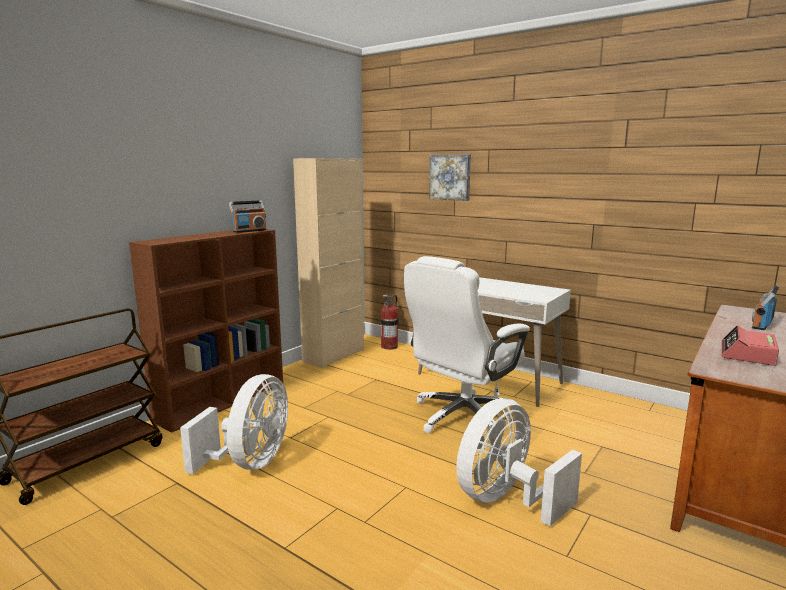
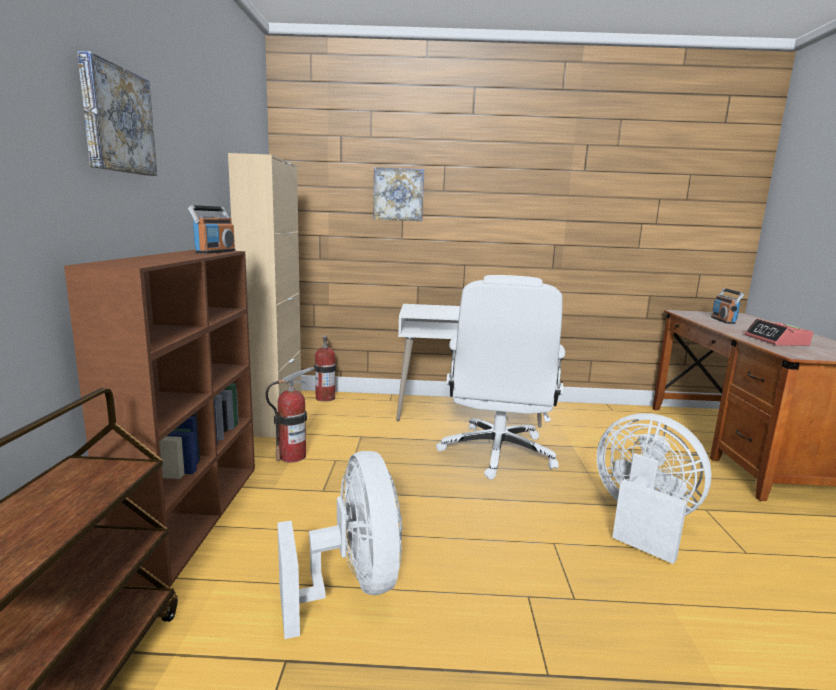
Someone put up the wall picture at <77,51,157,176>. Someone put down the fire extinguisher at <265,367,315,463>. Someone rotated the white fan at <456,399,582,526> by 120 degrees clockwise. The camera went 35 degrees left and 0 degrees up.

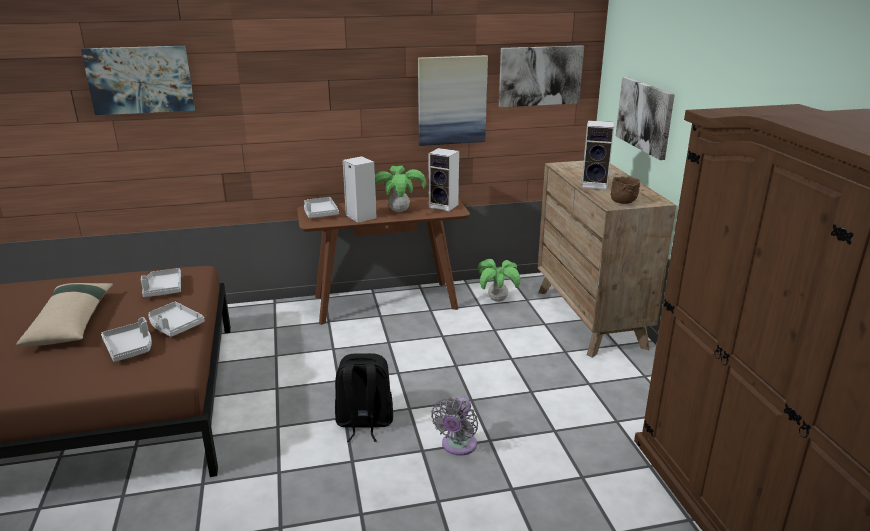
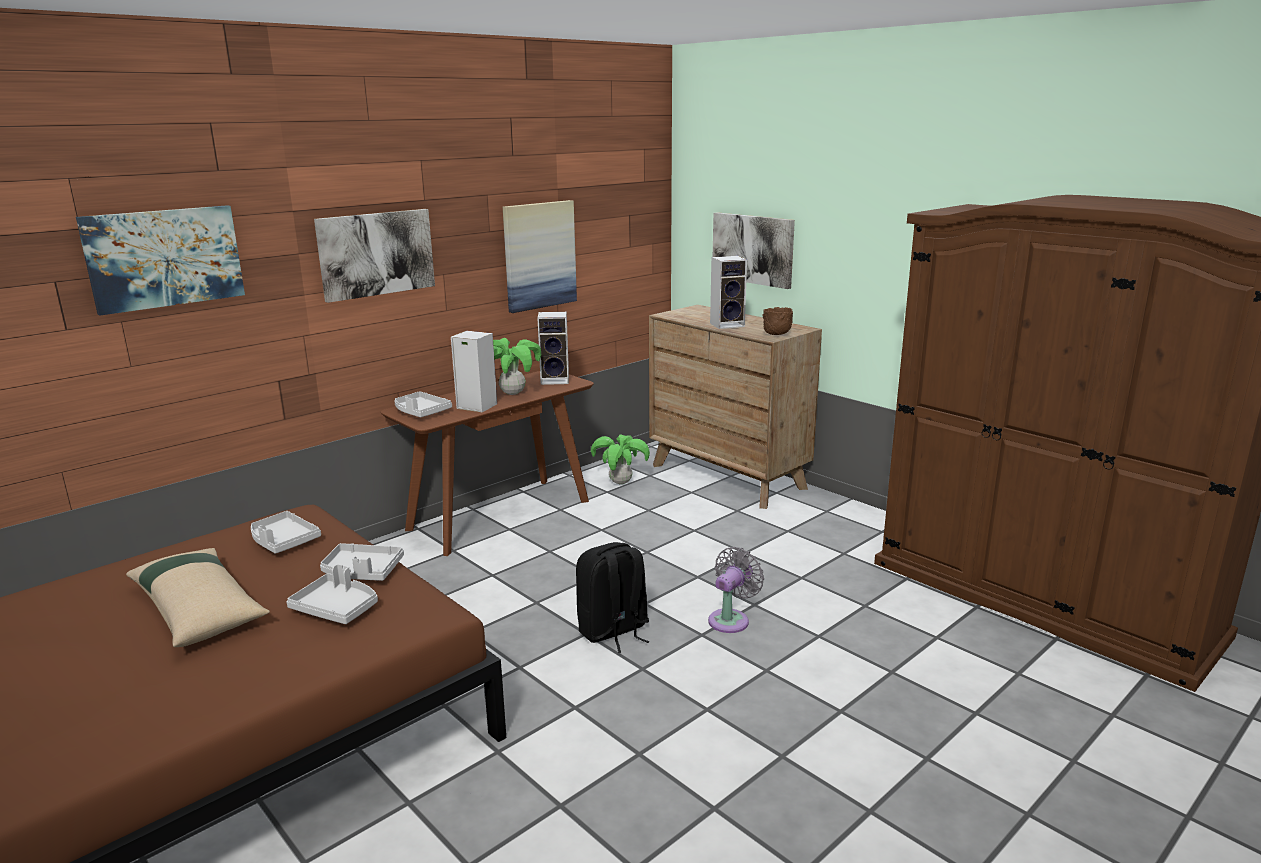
Someone carried the wall picture from <499,45,584,107> to <314,209,435,303>. Someone rotated the greyish fan at <431,397,478,456> by 135 degrees counterclockwise. The camera went 30 degrees left and 5 degrees down.

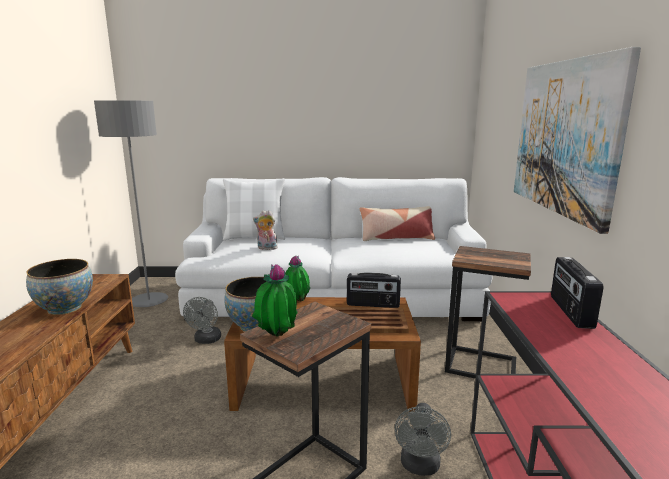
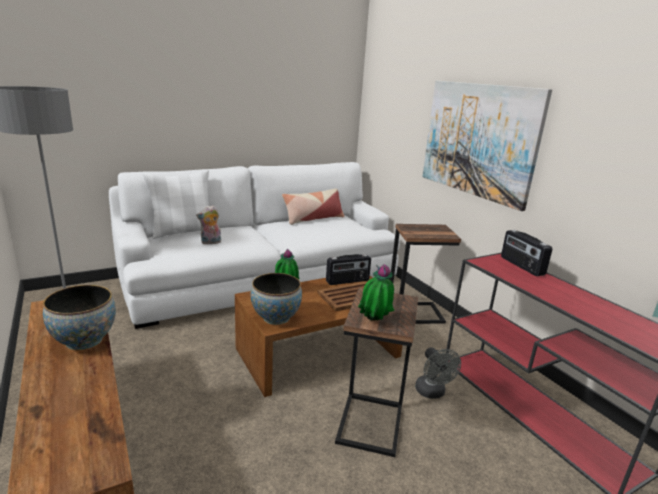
Someone took away the greyish fan at <183,297,221,344>. The camera went 30 degrees left and 5 degrees up.

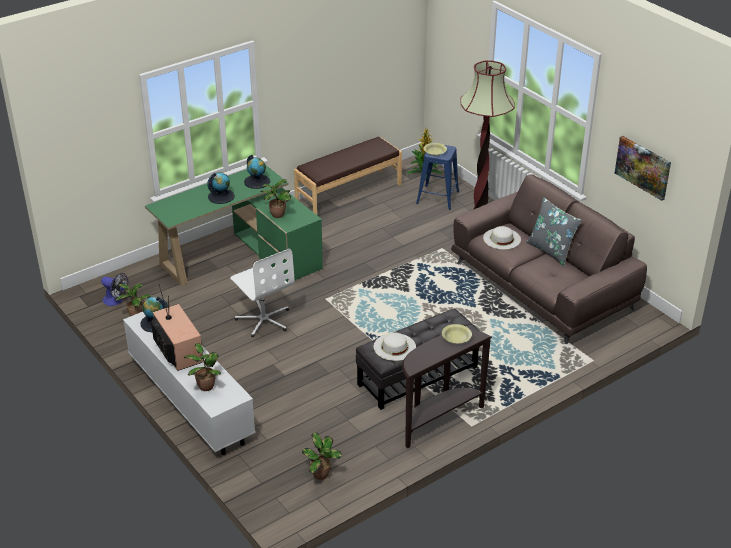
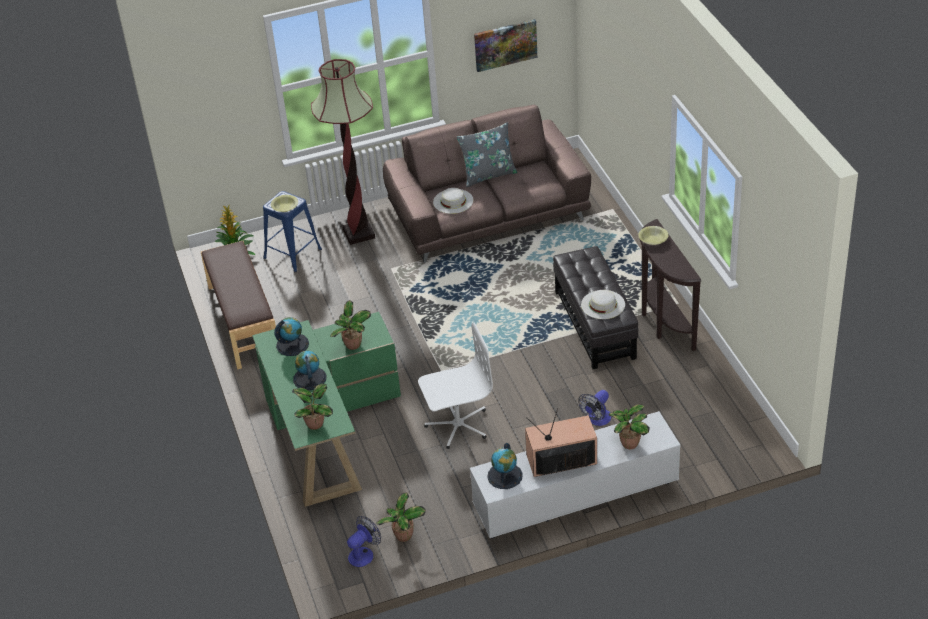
Someone carried the potted plant from <302,432,342,480> to <292,384,333,430>. Someone put down the fan at <578,390,611,426>. The camera went 70 degrees left and 5 degrees up.

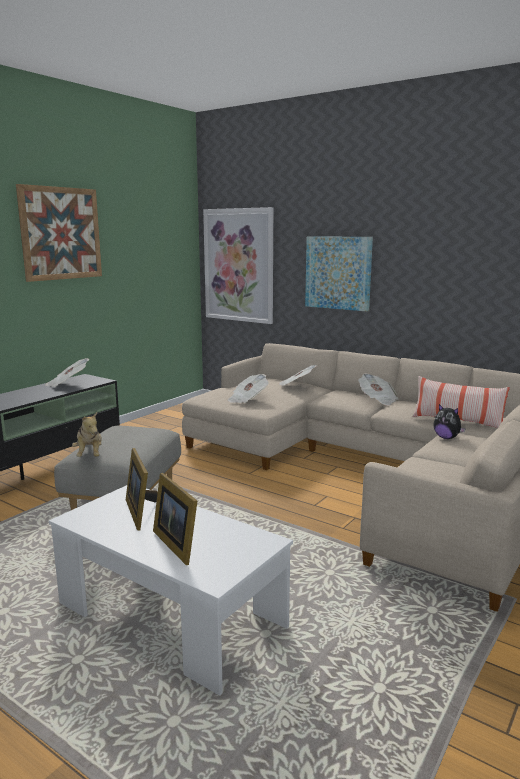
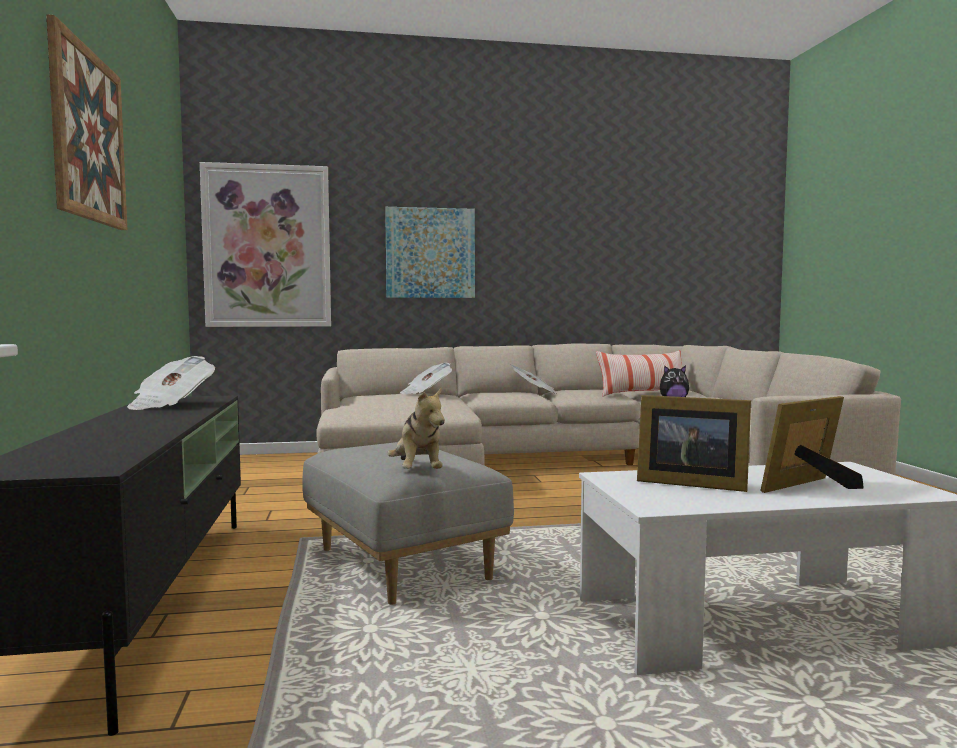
Someone rotated the plush toy at <72,412,102,457> by 45 degrees clockwise. Someone rotated the standing frame at <153,473,197,565> by 135 degrees clockwise. Someone took away the printed paper at <227,374,269,403>. The camera went 45 degrees left and 10 degrees down.

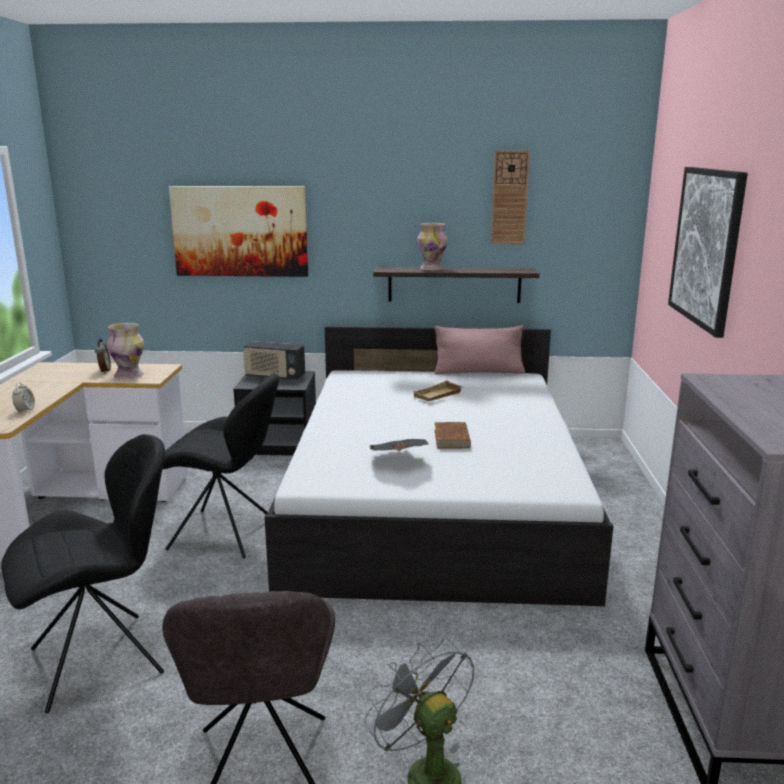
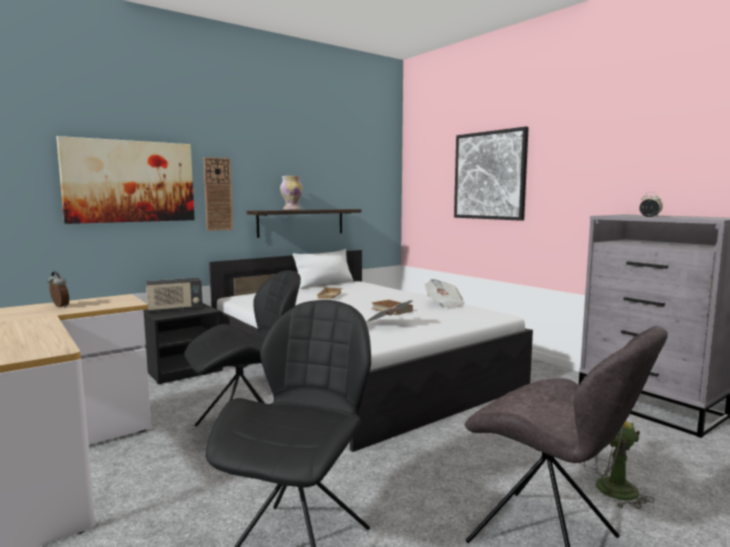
Someone carried the wall clock from <491,150,530,244> to <203,157,233,231>. Someone repainted the pinkish pillow at <434,325,525,374>, which became the white pillow at <293,249,353,289>. Someone put down the printed paper at <425,279,465,309>. Someone carried the table clock from <12,382,35,413> to <639,192,663,217>. Someone took away the decorative vase at <106,323,144,379>. The camera went 40 degrees left and 10 degrees down.

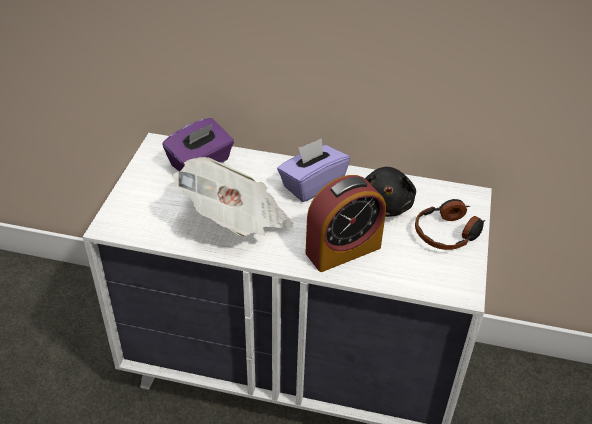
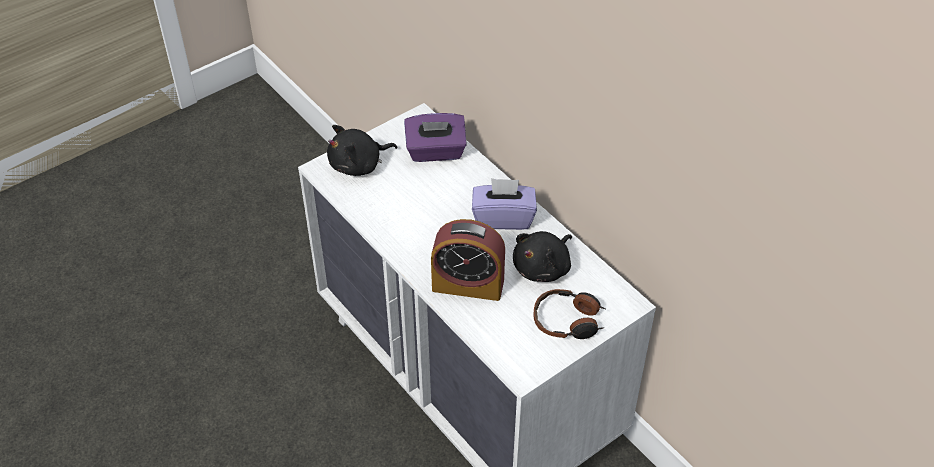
Someone put down the blackish plush toy at <327,125,397,176>. Someone took away the printed paper at <172,157,293,236>. The camera went 40 degrees right and 5 degrees up.

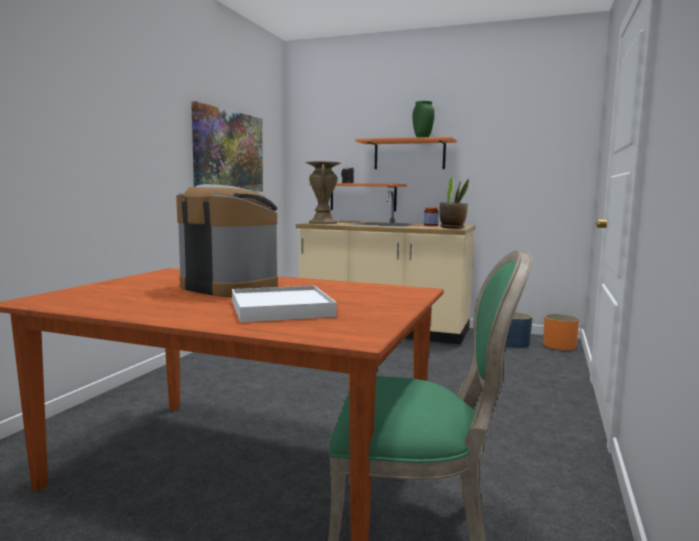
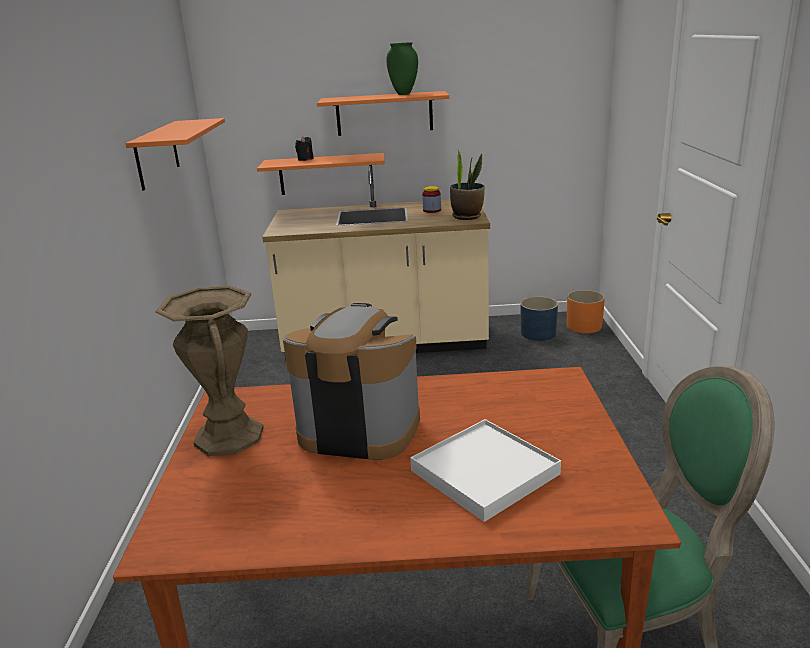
Someone swapped the wall picture at <191,101,263,191> for the orange wall shelf at <125,118,225,190>. Someone carried the brown-coloured decorative vase from <306,161,341,224> to <155,285,264,456>. The camera went 20 degrees left and 15 degrees up.

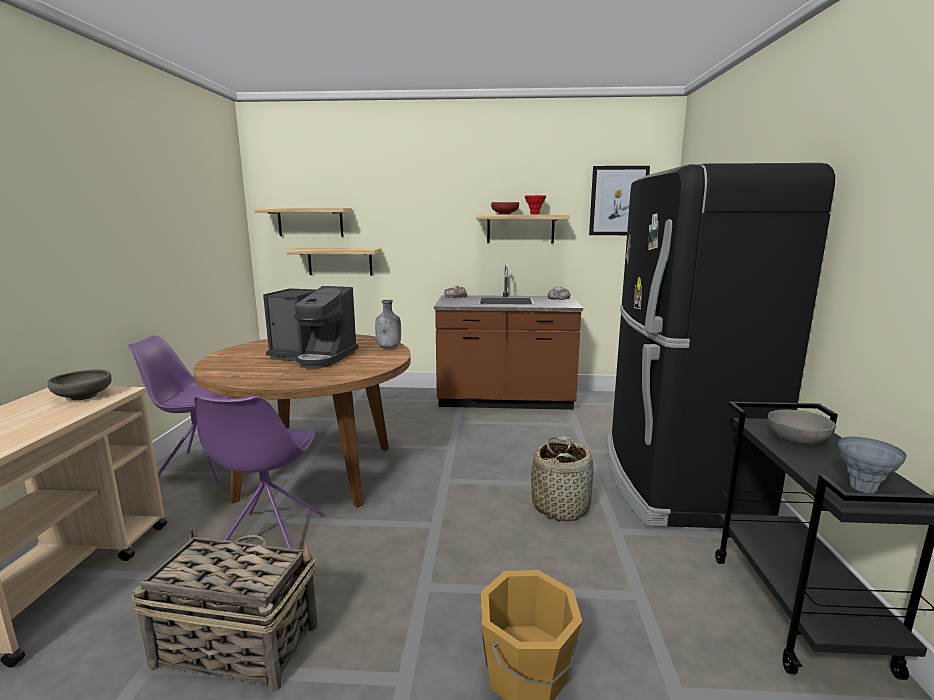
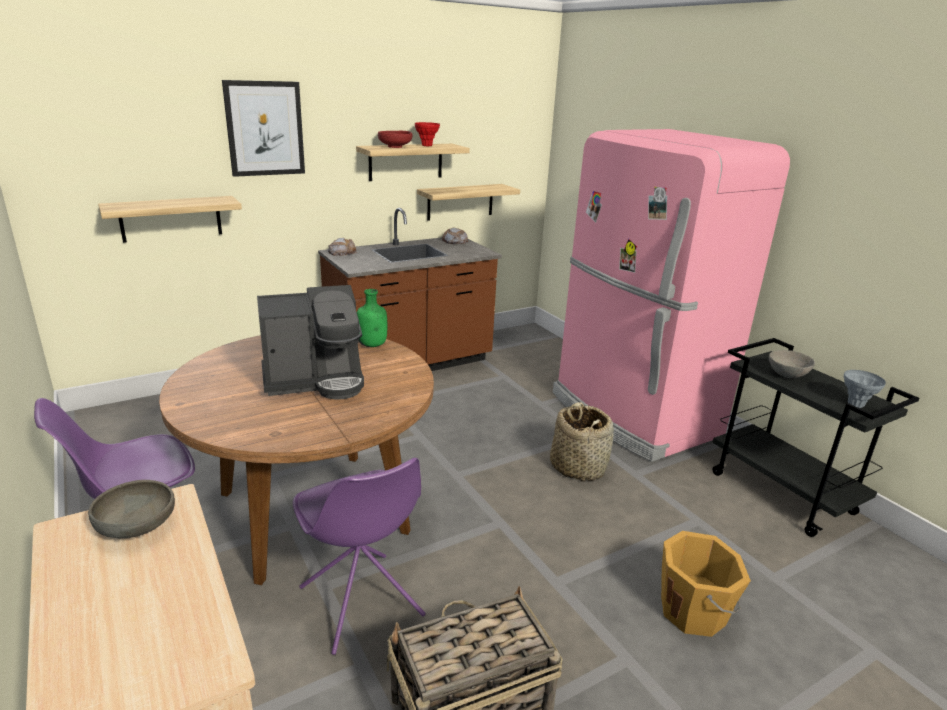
Someone carried the wall picture from <589,166,650,235> to <222,80,305,177>. Someone repainted the greyish beverage bottle at <375,300,401,348>, which became the green beverage bottle at <357,289,387,347>. Someone carried the wall shelf from <254,208,352,237> to <417,184,520,221>. Someone repainted the blackish fridge at <607,163,835,528>, which became the pinkish fridge at <553,129,790,462>. The camera went 35 degrees left and 10 degrees up.

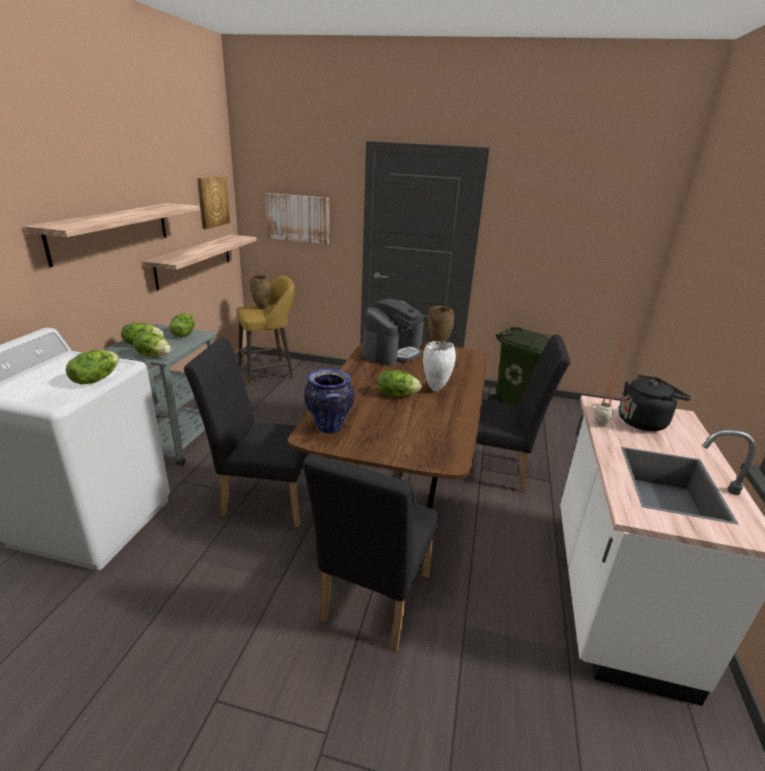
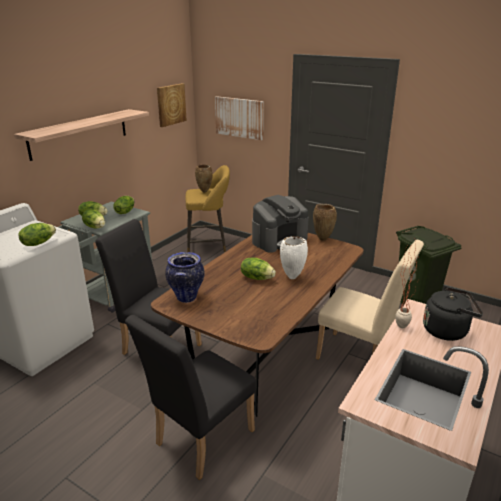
Someone repainted the blackish upright chair at <452,335,571,492>, which became the sand-coloured upright chair at <316,240,424,360>. Someone took away the wall shelf at <144,235,257,291>. The camera went 20 degrees right and 0 degrees up.

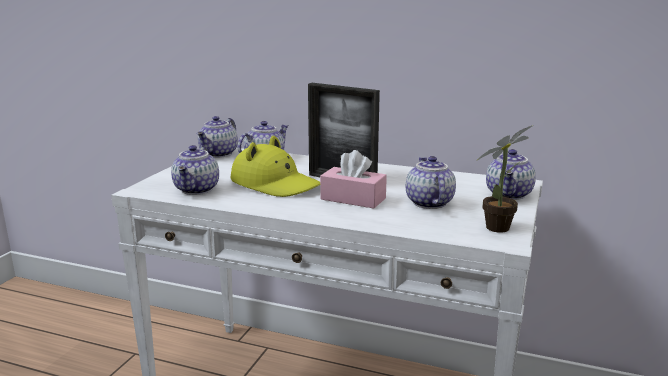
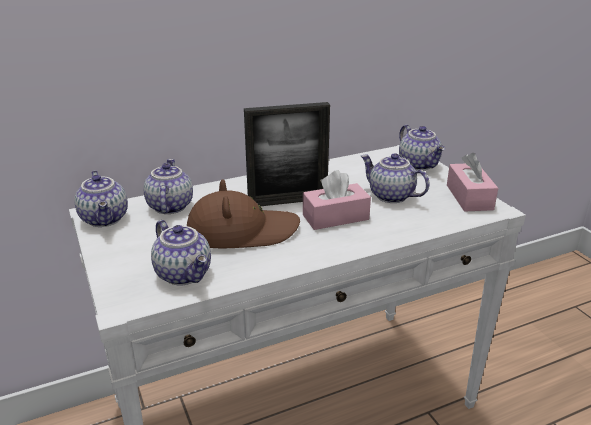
Someone repainted the yellowish clothing hat at <231,136,320,197>, which became the brown-coloured clothing hat at <187,179,300,248>. Someone swapped the potted plant at <476,125,533,233> for the pinkish box of tissues at <447,153,498,212>. The camera went 45 degrees left and 10 degrees up.

